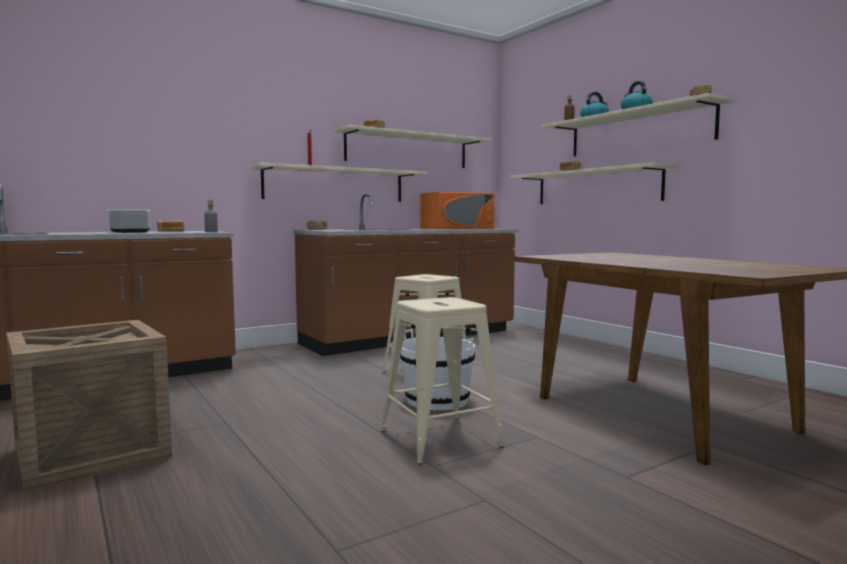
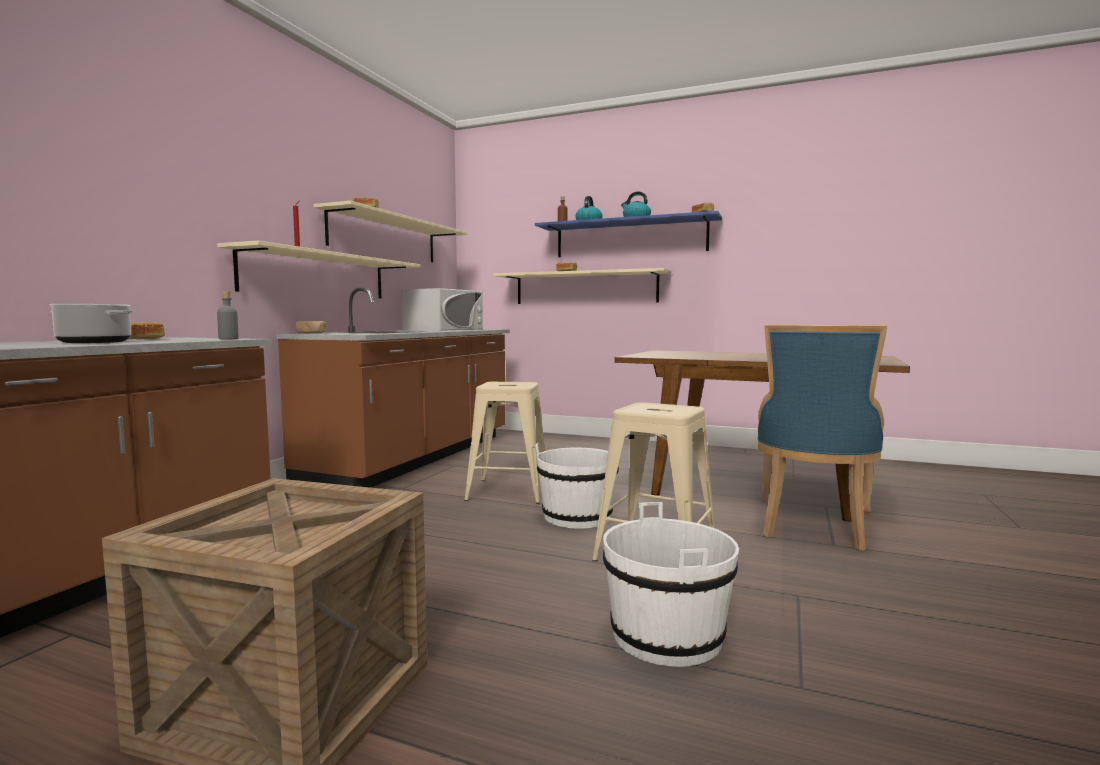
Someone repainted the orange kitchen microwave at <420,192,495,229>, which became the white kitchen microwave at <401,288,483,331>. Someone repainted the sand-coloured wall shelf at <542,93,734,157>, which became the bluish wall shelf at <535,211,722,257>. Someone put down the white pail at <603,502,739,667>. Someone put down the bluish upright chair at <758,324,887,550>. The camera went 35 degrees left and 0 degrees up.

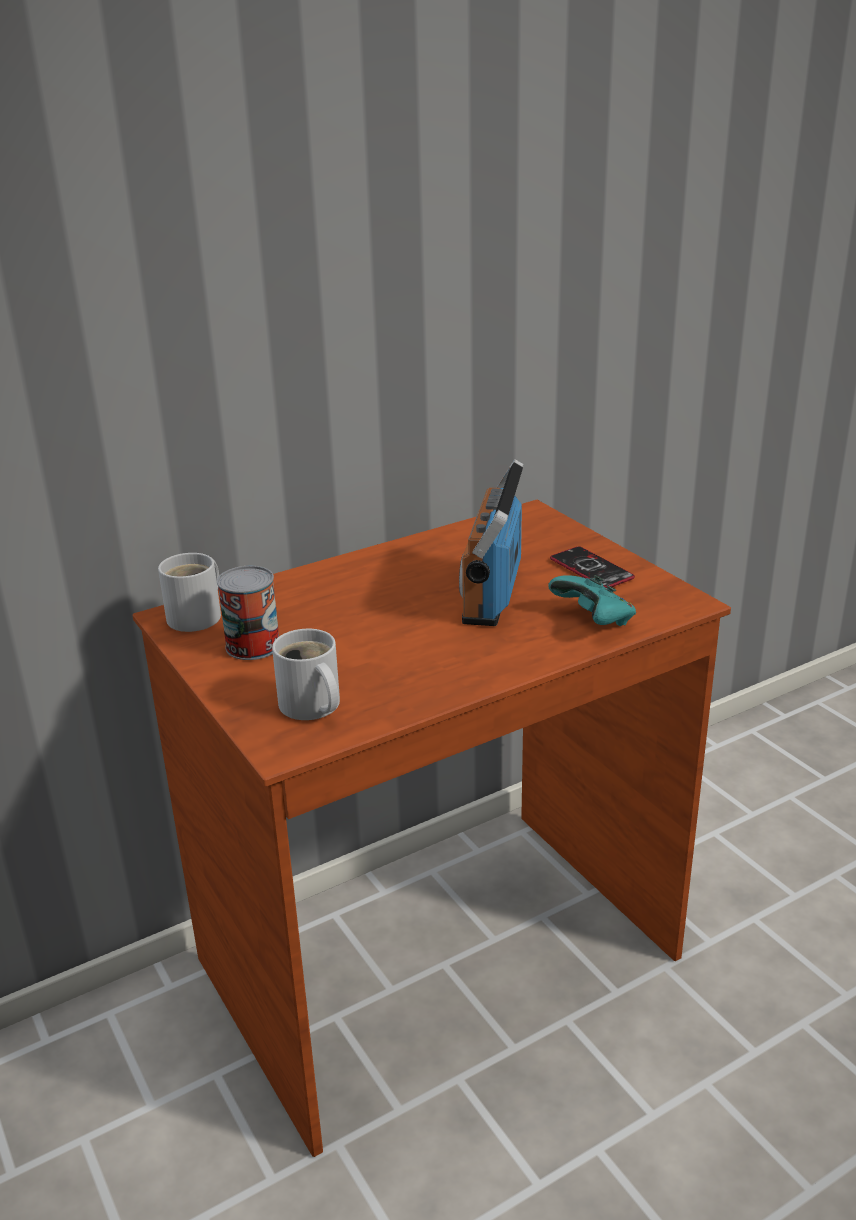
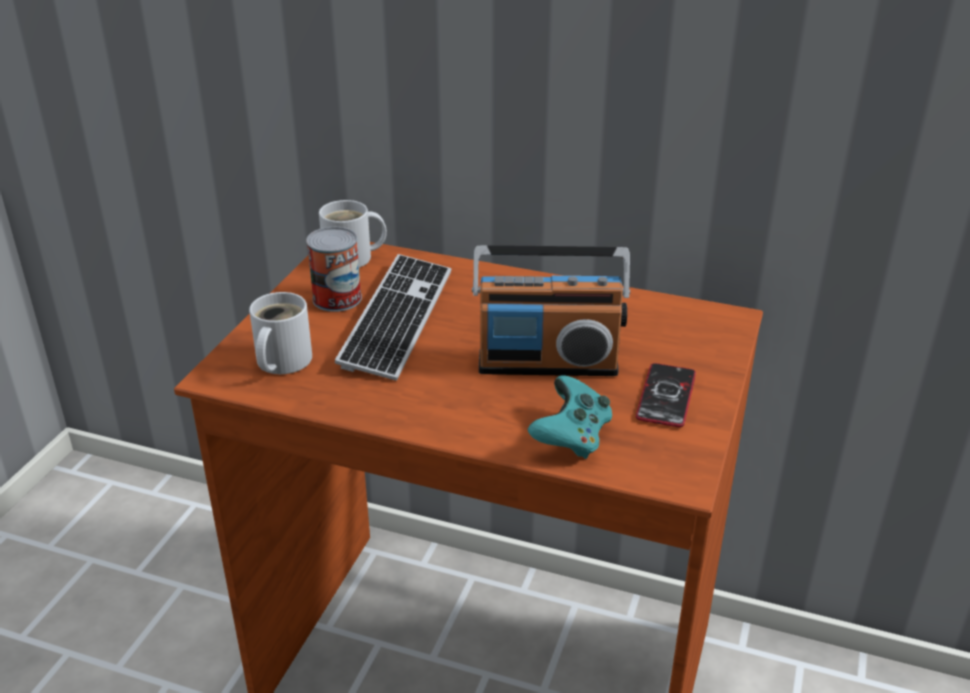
Someone put down the keyboard at <335,254,451,381>. Someone rotated the radio at <459,459,524,626> by 150 degrees counterclockwise. The camera went 50 degrees right and 5 degrees up.

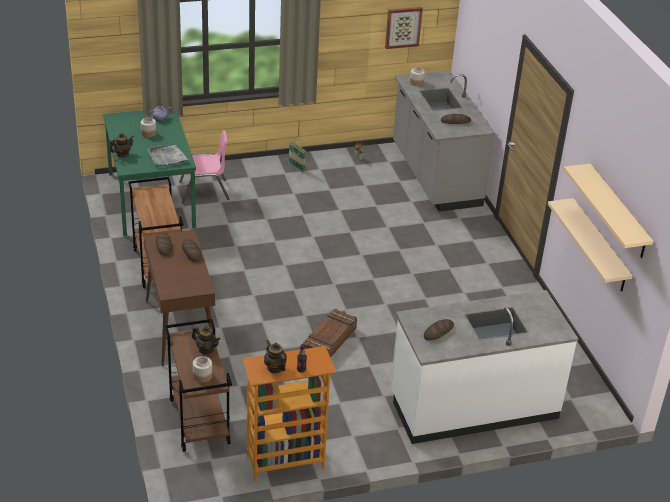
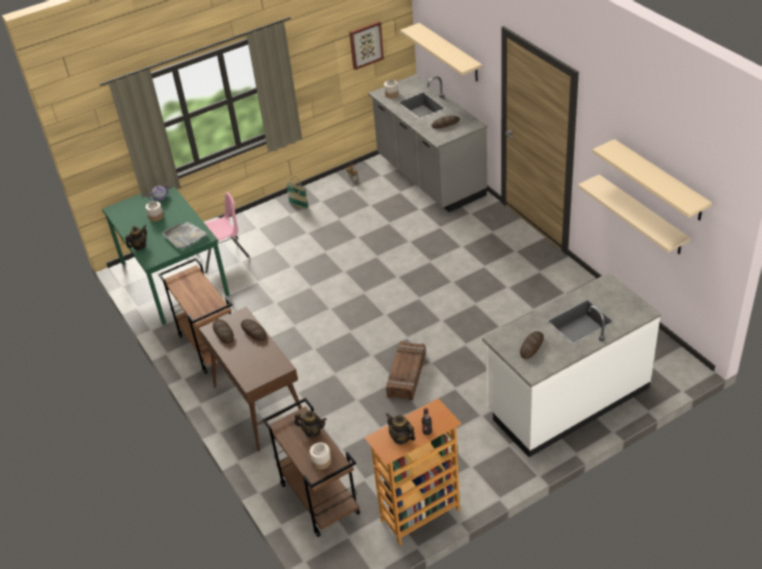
Someone put up the sand-coloured wall shelf at <400,23,482,81>. The camera went 10 degrees left and 5 degrees up.

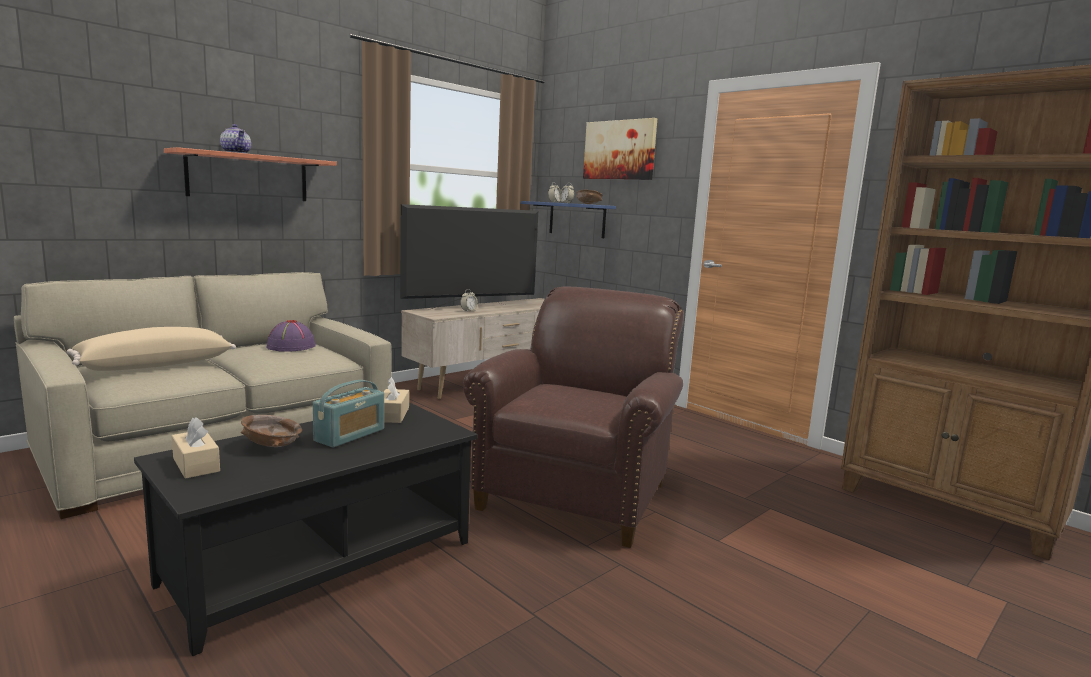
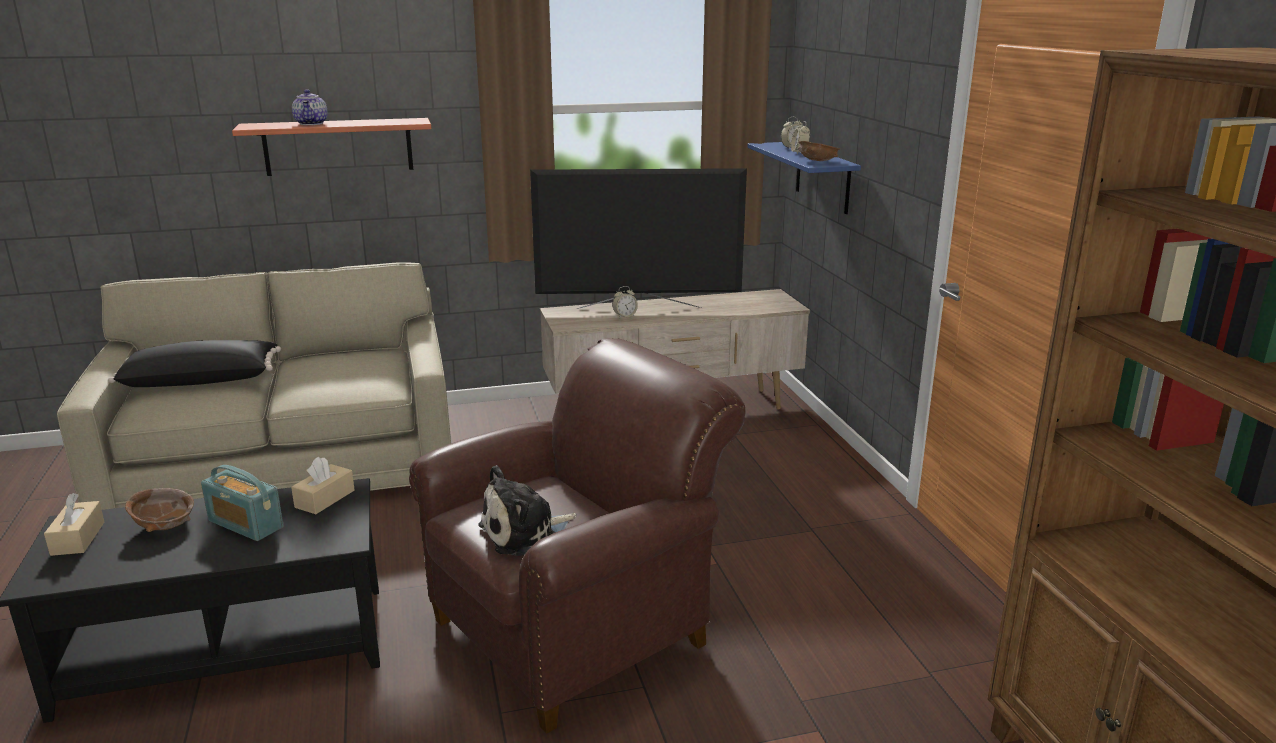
Someone repainted the sand-coloured pillow at <67,327,236,371>, which became the blackish pillow at <108,340,281,387>. Someone rotated the radio at <313,380,384,448> by 60 degrees clockwise. Someone put down the plush toy at <478,465,576,556>. Someone took away the purple clothing hat at <266,320,316,352>. Someone took away the wall picture at <583,118,657,180>. The camera went 30 degrees right and 10 degrees up.

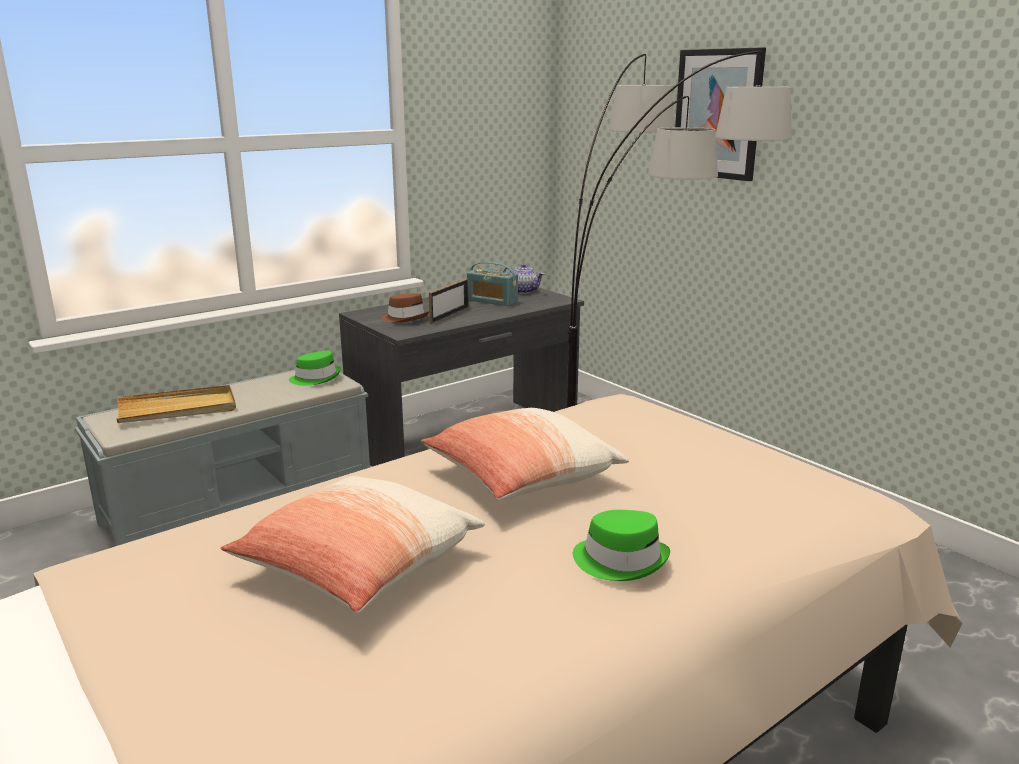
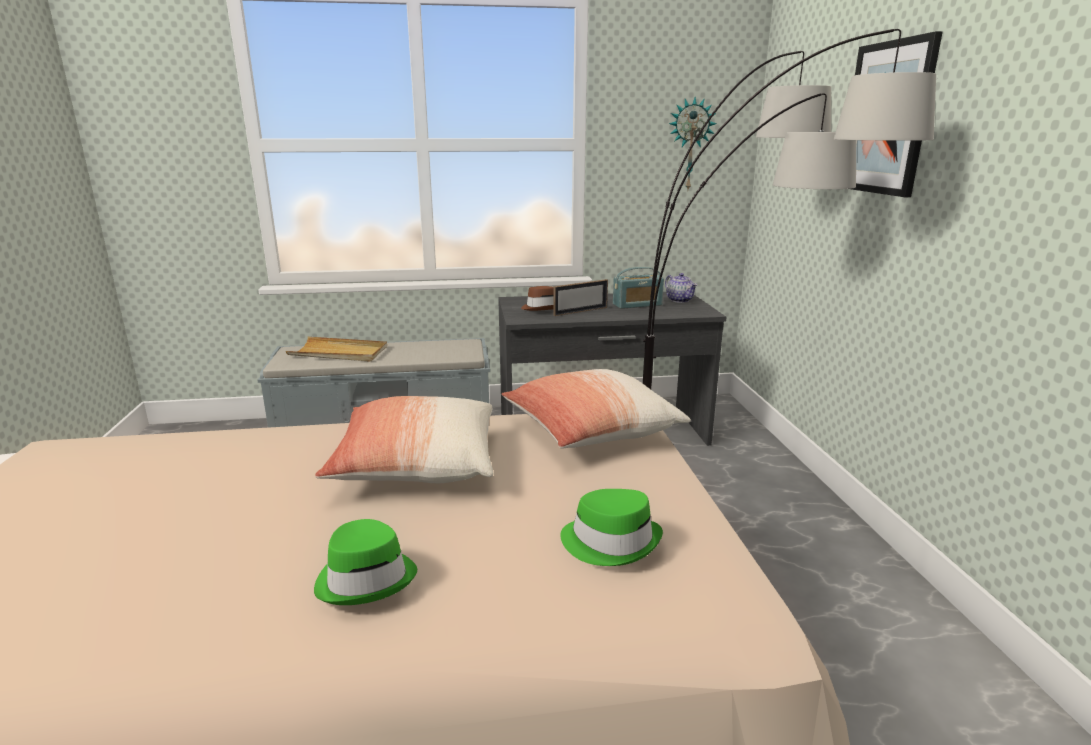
Someone carried the pillow from <221,476,485,614> to <501,369,691,449>. Someone carried the green clothing hat from <289,351,341,386> to <560,489,663,566>. Someone rotated the radio at <467,262,518,306> by 75 degrees counterclockwise. Someone put up the wall clock at <669,97,717,189>. The camera went 30 degrees right and 0 degrees up.

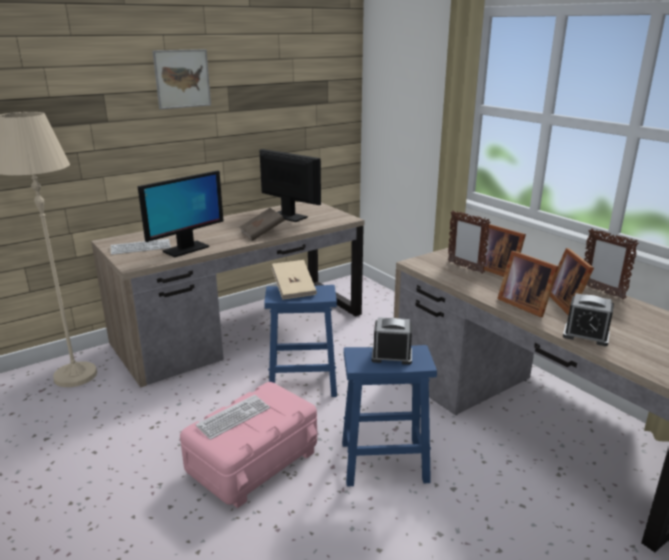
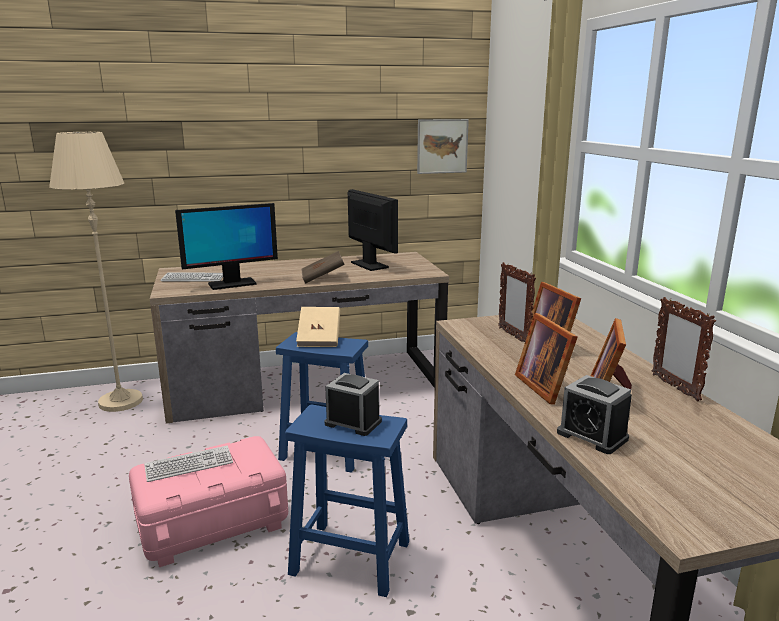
Someone carried the wall picture from <153,49,211,109> to <417,119,469,174>. The camera went 20 degrees right and 5 degrees down.

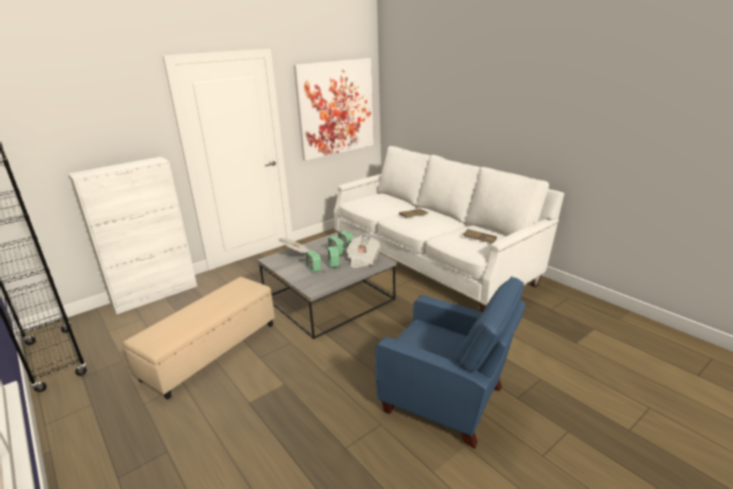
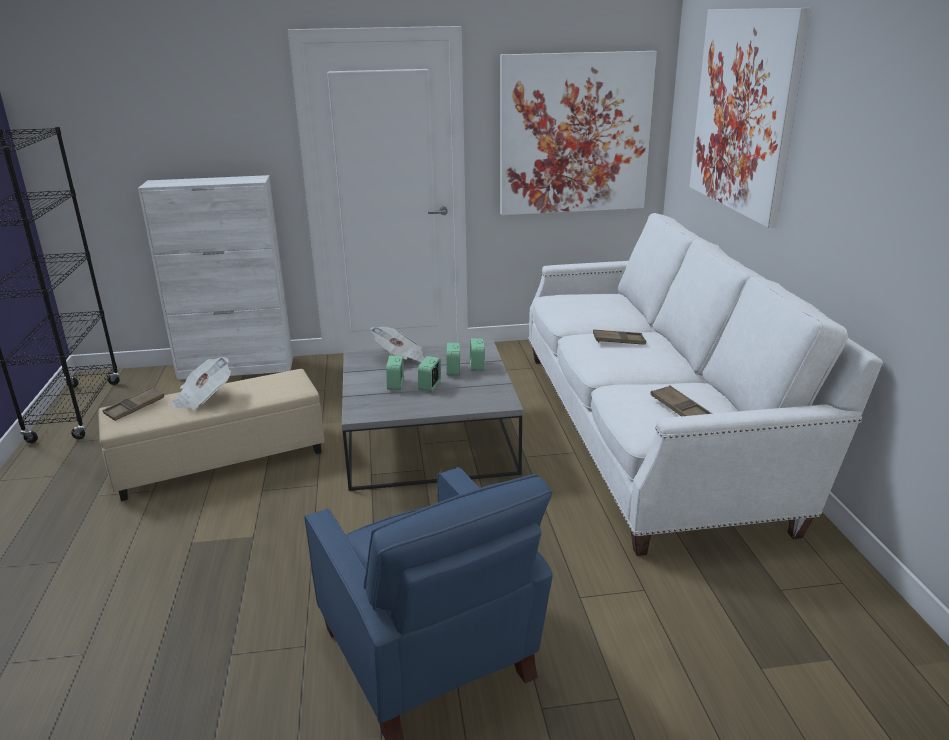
Someone put down the brown-coloured serving tray at <103,387,164,421>. Someone carried the printed paper from <346,234,380,268> to <170,357,231,410>. Someone put up the wall picture at <689,8,811,228>. The camera went 30 degrees right and 0 degrees up.

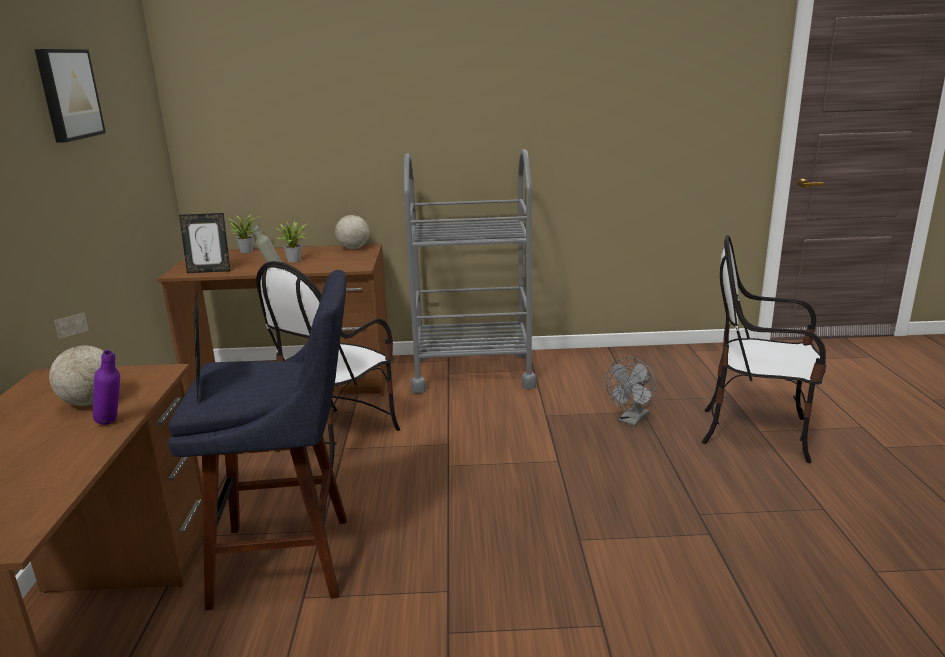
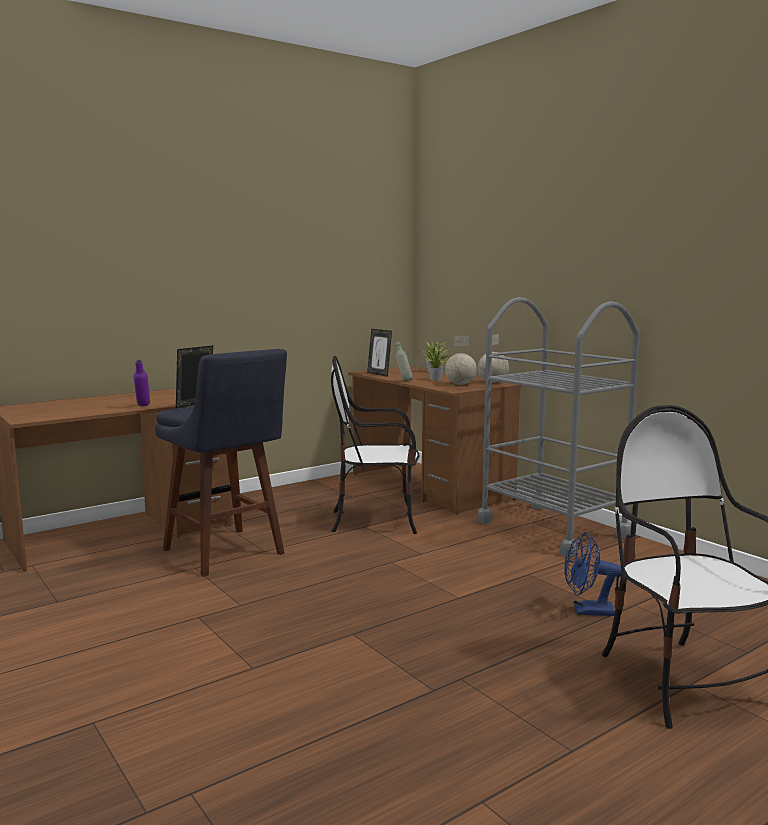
Someone carried the desk globe from <49,313,117,406> to <445,336,477,385>. Someone repainted the greyish fan at <606,357,656,426>, which became the bluish fan at <564,532,621,616>. Someone took away the wall picture at <35,49,106,143>. The camera went 55 degrees right and 10 degrees down.

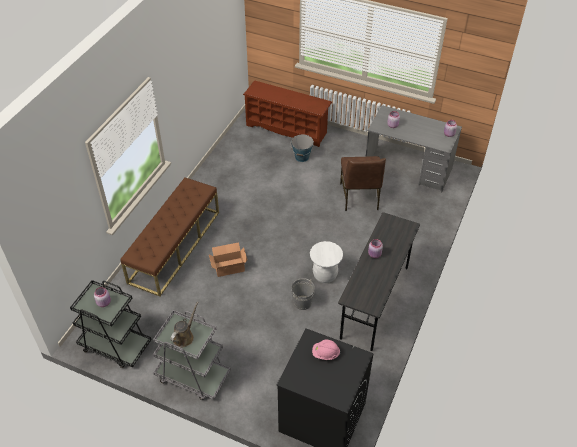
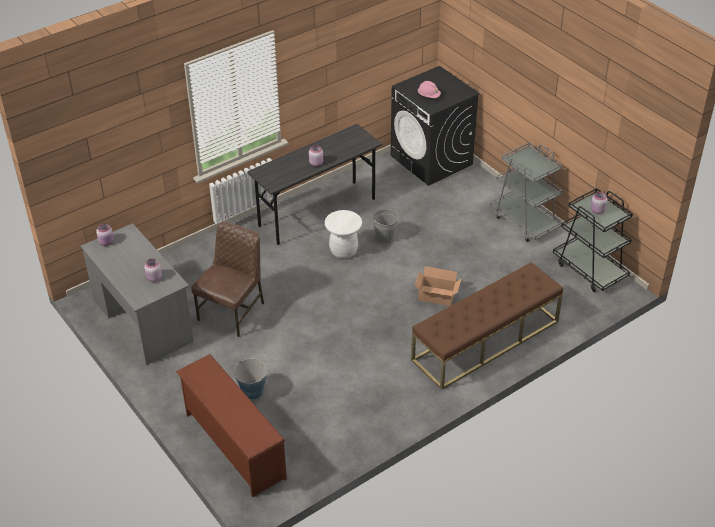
Someone took away the brown-coloured watering can at <170,302,199,347>. The camera went 150 degrees left and 5 degrees down.

